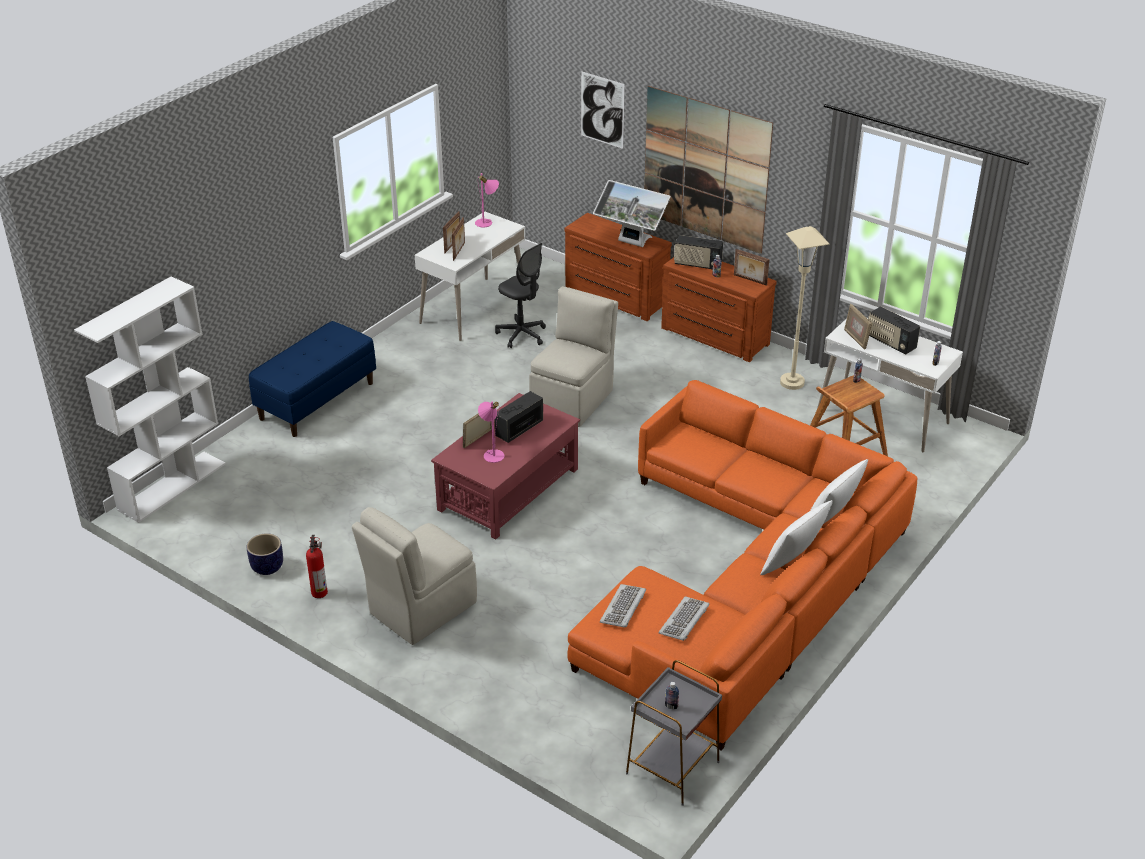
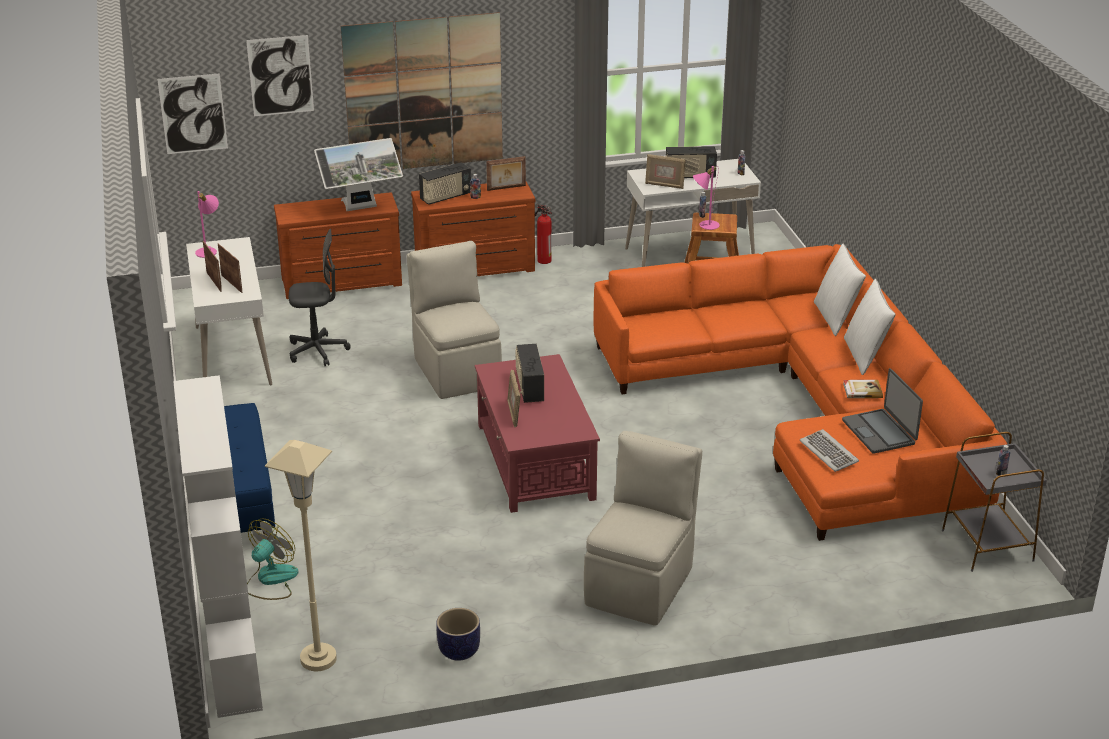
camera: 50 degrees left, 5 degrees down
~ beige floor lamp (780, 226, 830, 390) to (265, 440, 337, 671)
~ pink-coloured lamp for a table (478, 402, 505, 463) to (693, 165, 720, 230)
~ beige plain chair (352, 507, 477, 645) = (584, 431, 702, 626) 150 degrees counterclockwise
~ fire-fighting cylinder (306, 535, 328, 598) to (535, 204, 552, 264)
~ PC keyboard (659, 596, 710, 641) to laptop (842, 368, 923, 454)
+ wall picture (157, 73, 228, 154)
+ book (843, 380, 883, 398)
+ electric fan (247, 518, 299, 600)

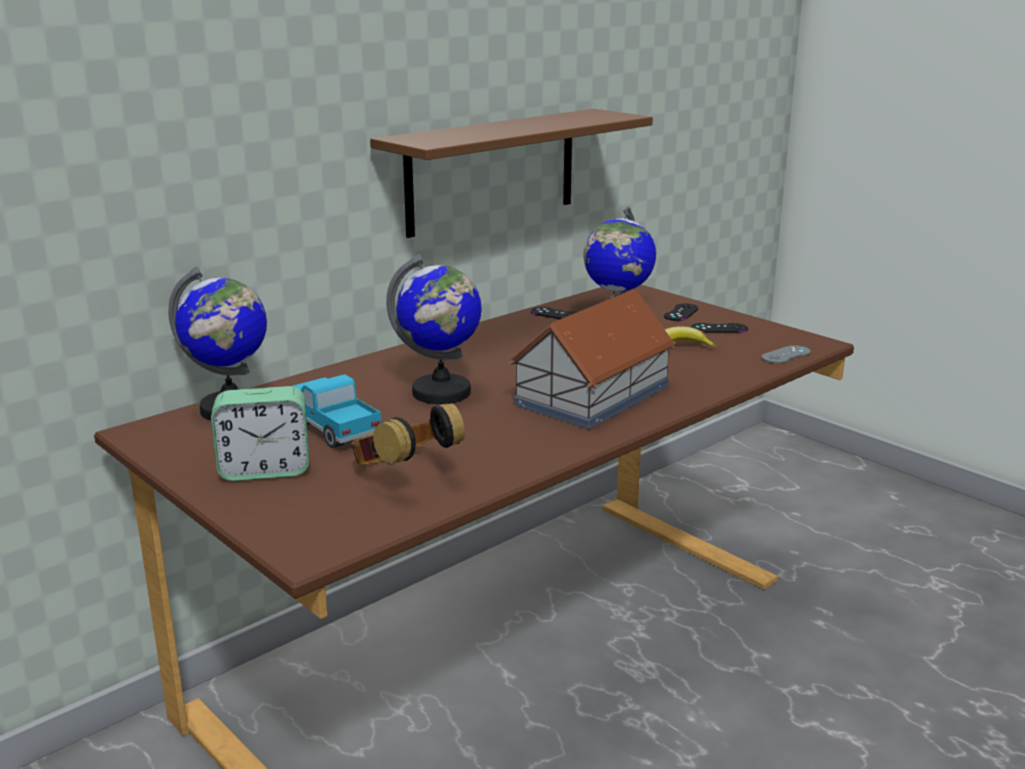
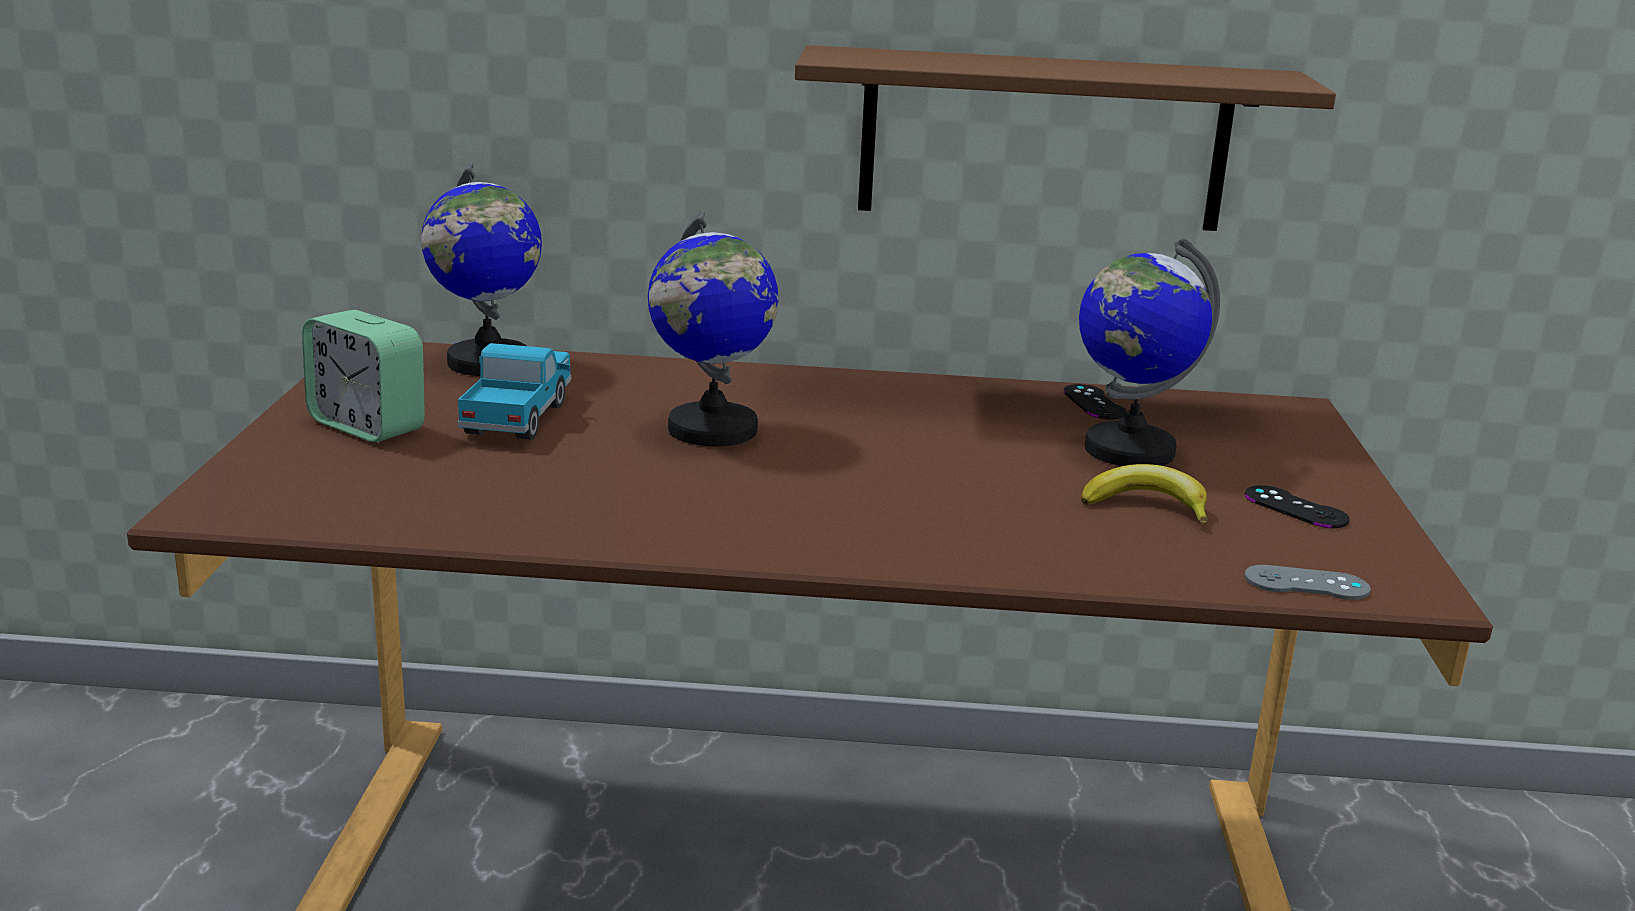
camera: 45 degrees right, 0 degrees up
- model house (509, 289, 676, 429)
- blackish gamepad (664, 303, 699, 321)
- headphones (352, 403, 465, 465)

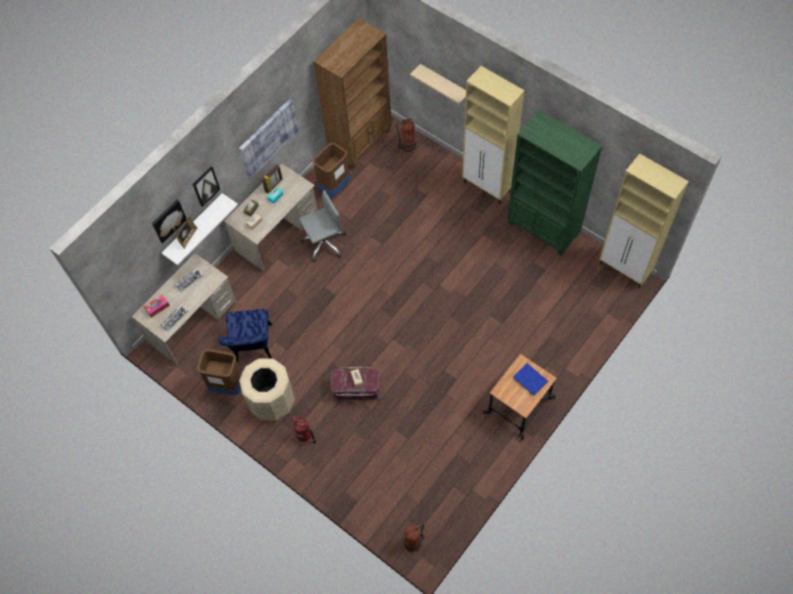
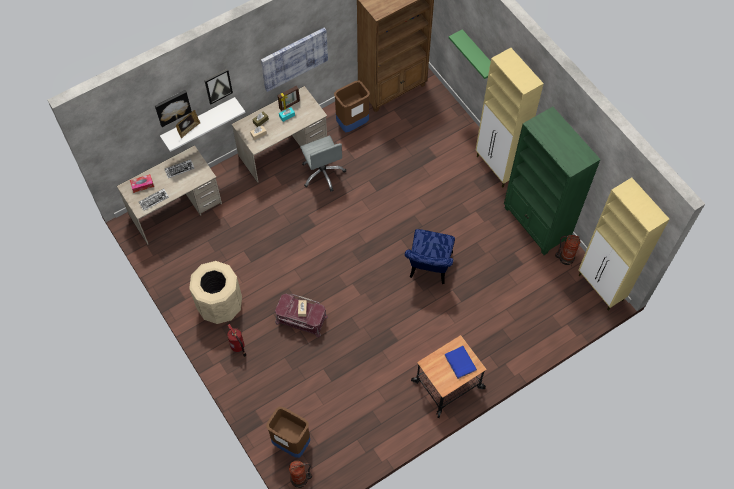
camera: 15 degrees right, 0 degrees up
~ beige shelf (410, 64, 466, 104) to green shelf (449, 29, 491, 79)
~ fire-fighting cylinder (396, 119, 416, 152) to (555, 235, 580, 266)
~ gray office chair (299, 190, 346, 262) = (300, 135, 346, 192) 75 degrees clockwise
~ blue-coloured plain chair (219, 309, 272, 362) to (405, 229, 455, 284)
~ brownish trash can (197, 349, 242, 395) to (266, 407, 310, 458)

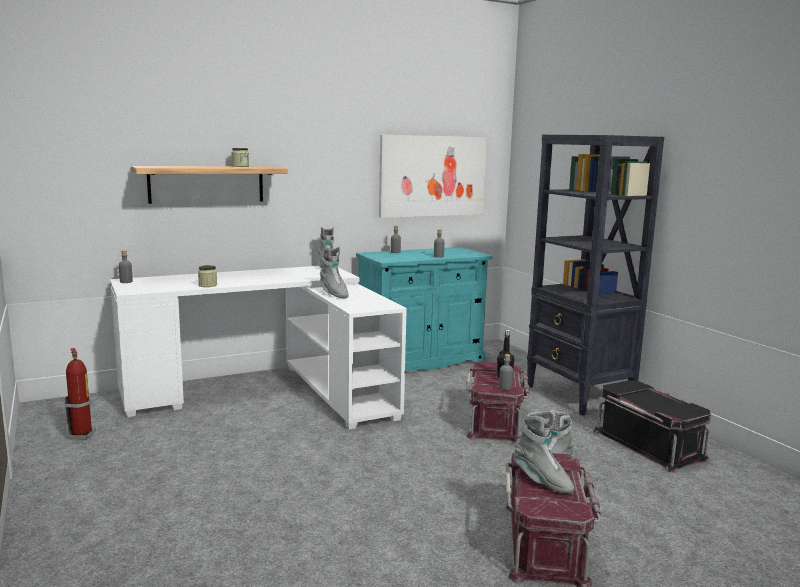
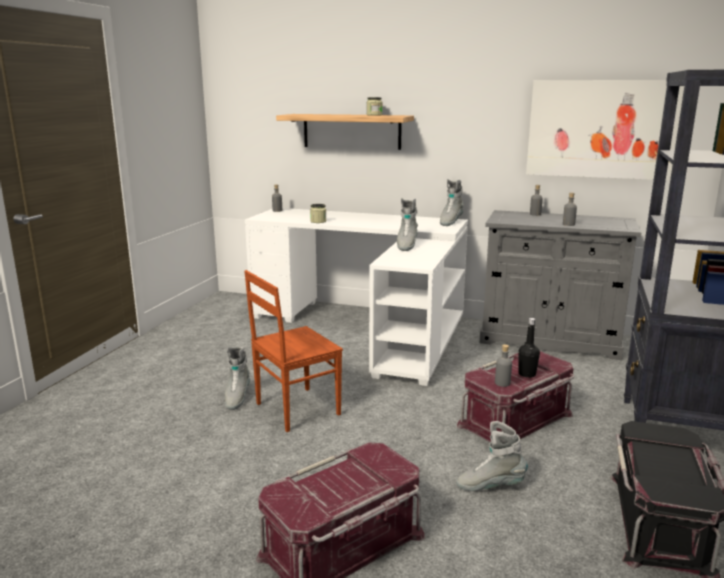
camera: 45 degrees right, 5 degrees up
~ blue-green cupboard (356, 247, 493, 371) to gray cupboard (480, 210, 641, 360)
- fire-fighting cylinder (64, 348, 96, 440)
~ gray boot (514, 411, 574, 493) to (225, 347, 250, 410)
+ brownish plain chair (244, 270, 343, 432)

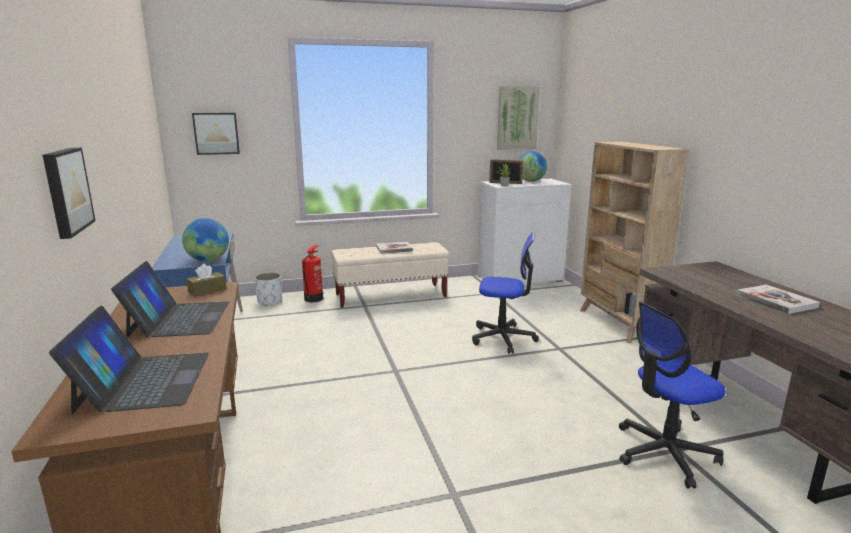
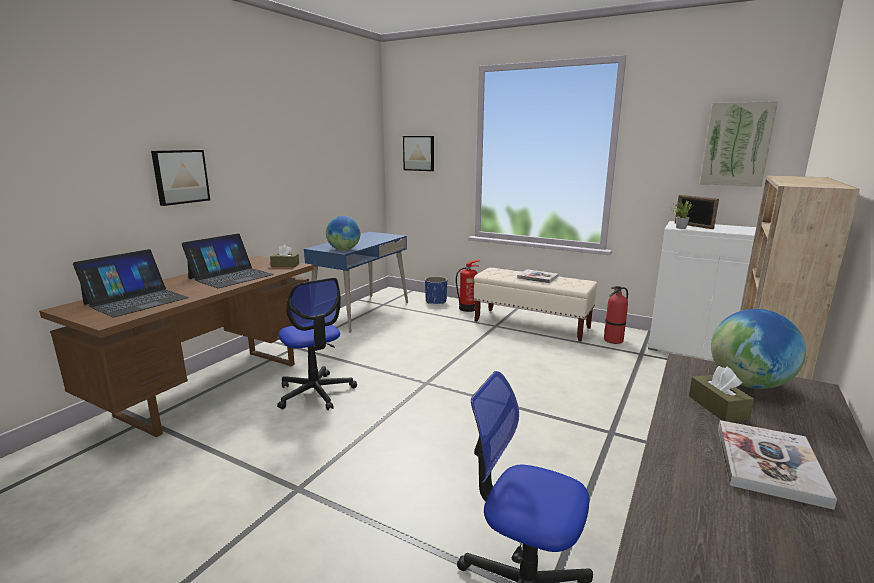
camera: 45 degrees right, 0 degrees up
~ desk globe (519, 151, 547, 182) to (711, 309, 806, 389)
~ office chair (472, 232, 539, 354) to (277, 278, 357, 410)
~ white-coloured flower pot (254, 272, 282, 306) to blue-coloured flower pot (425, 276, 447, 304)
+ fire-fighting cylinder (604, 286, 628, 344)
+ brownish tissue box (689, 366, 754, 422)

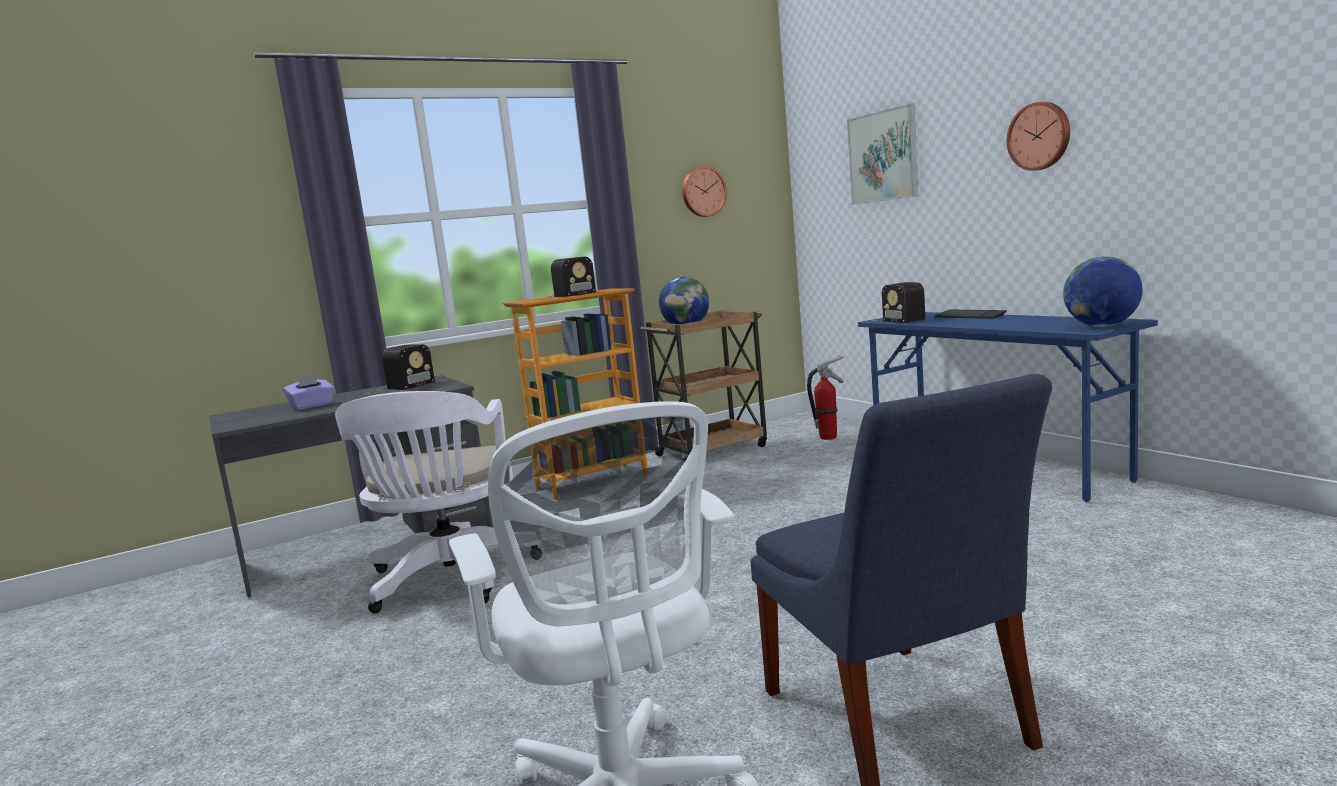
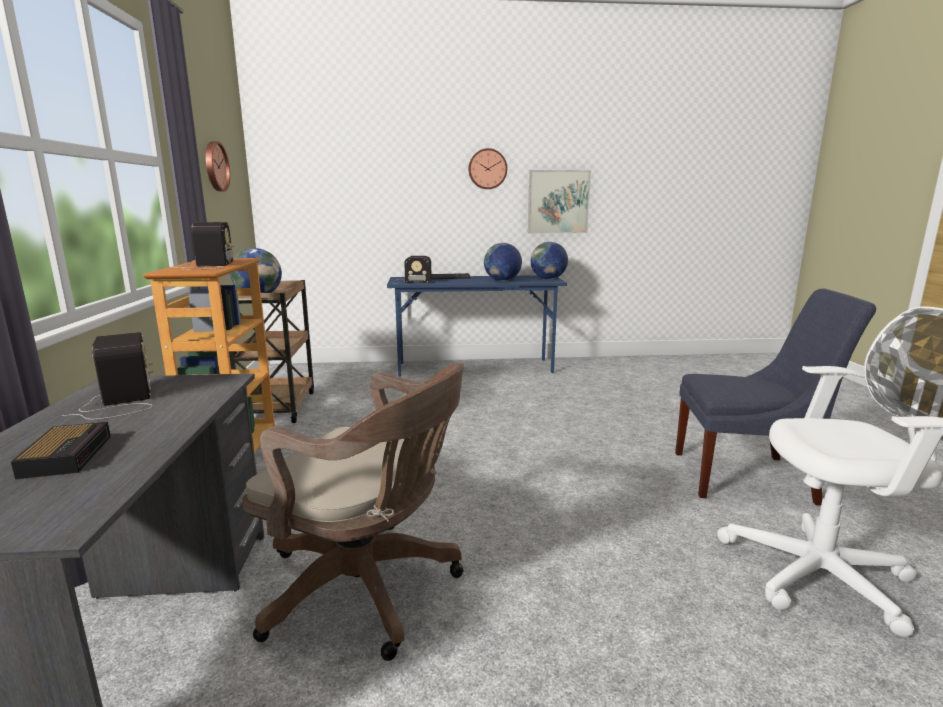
camera: 65 degrees left, 5 degrees up
~ wall picture (847, 103, 918, 205) to (528, 170, 591, 233)
- fire-fighting cylinder (807, 356, 844, 440)
~ purple-coloured tissue box (283, 373, 334, 410) to bedside clock (11, 422, 111, 479)
~ white-coloured office chair (335, 391, 513, 614) to brownish office chair (242, 363, 464, 661)
+ desk globe (484, 243, 522, 281)

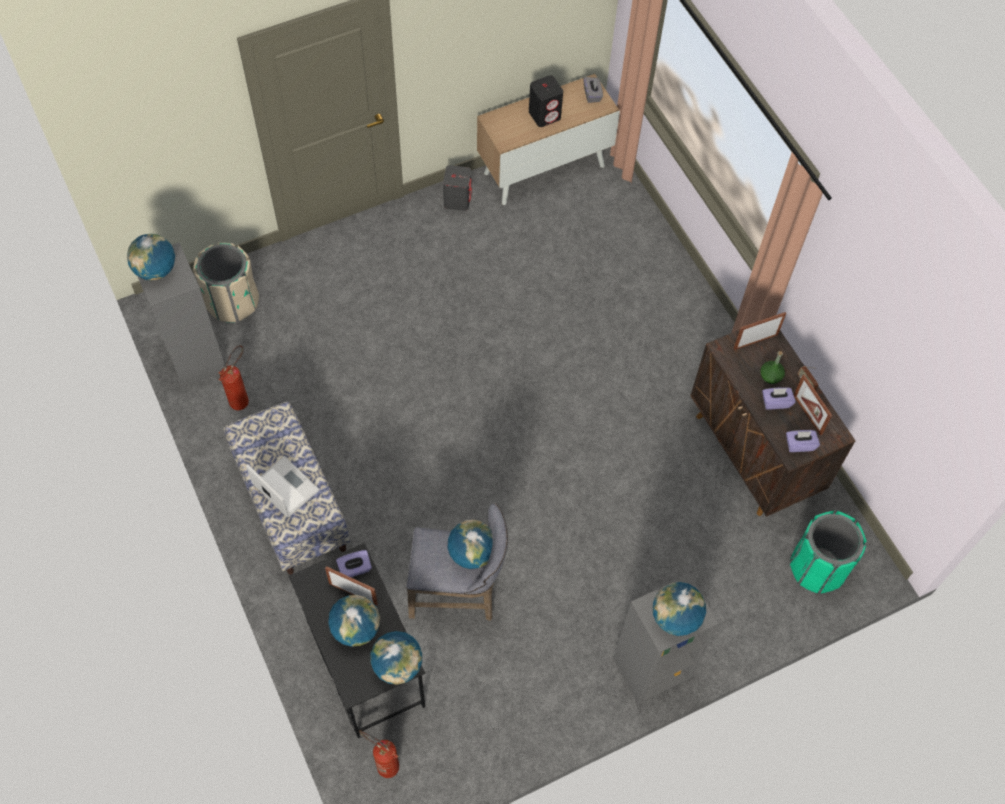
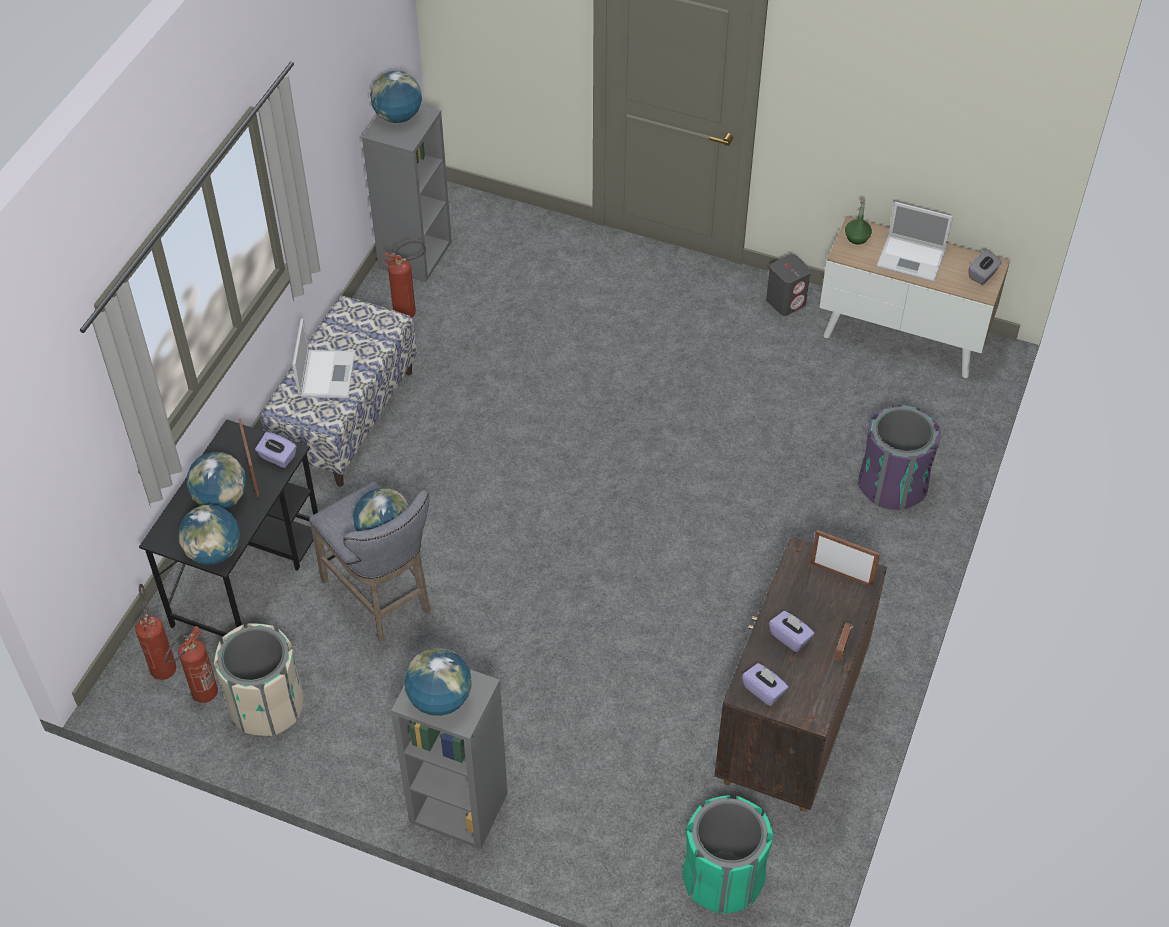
camera: 50 degrees right, 10 degrees down
~ blackish speaker (529, 75, 563, 127) to laptop (877, 202, 953, 282)
~ beige trash can (193, 243, 259, 323) to (214, 623, 304, 736)
~ green drink bottle (760, 351, 785, 384) to (845, 199, 872, 244)
- standing frame (794, 374, 832, 436)
+ purple-coloured trash can (858, 404, 941, 510)
+ fire-fighting cylinder (165, 626, 218, 703)

